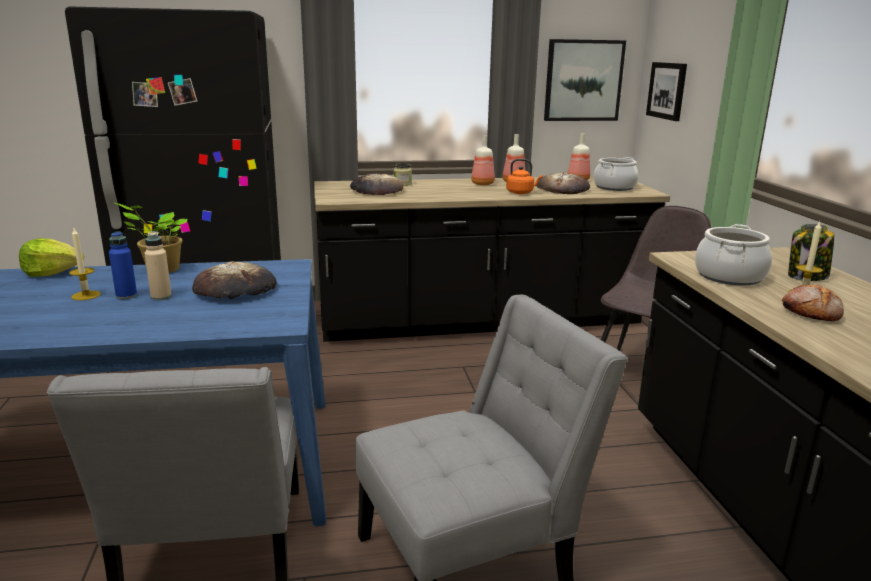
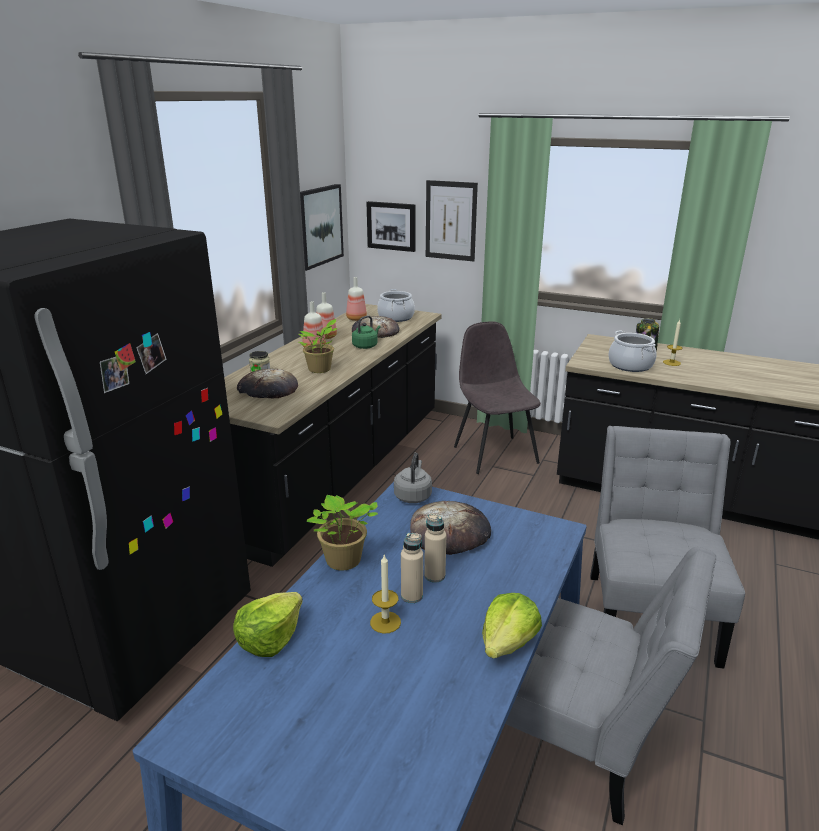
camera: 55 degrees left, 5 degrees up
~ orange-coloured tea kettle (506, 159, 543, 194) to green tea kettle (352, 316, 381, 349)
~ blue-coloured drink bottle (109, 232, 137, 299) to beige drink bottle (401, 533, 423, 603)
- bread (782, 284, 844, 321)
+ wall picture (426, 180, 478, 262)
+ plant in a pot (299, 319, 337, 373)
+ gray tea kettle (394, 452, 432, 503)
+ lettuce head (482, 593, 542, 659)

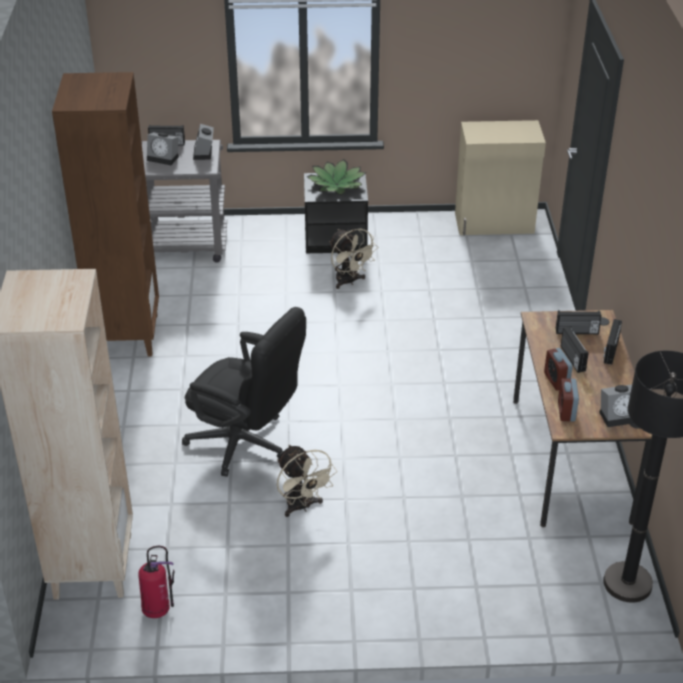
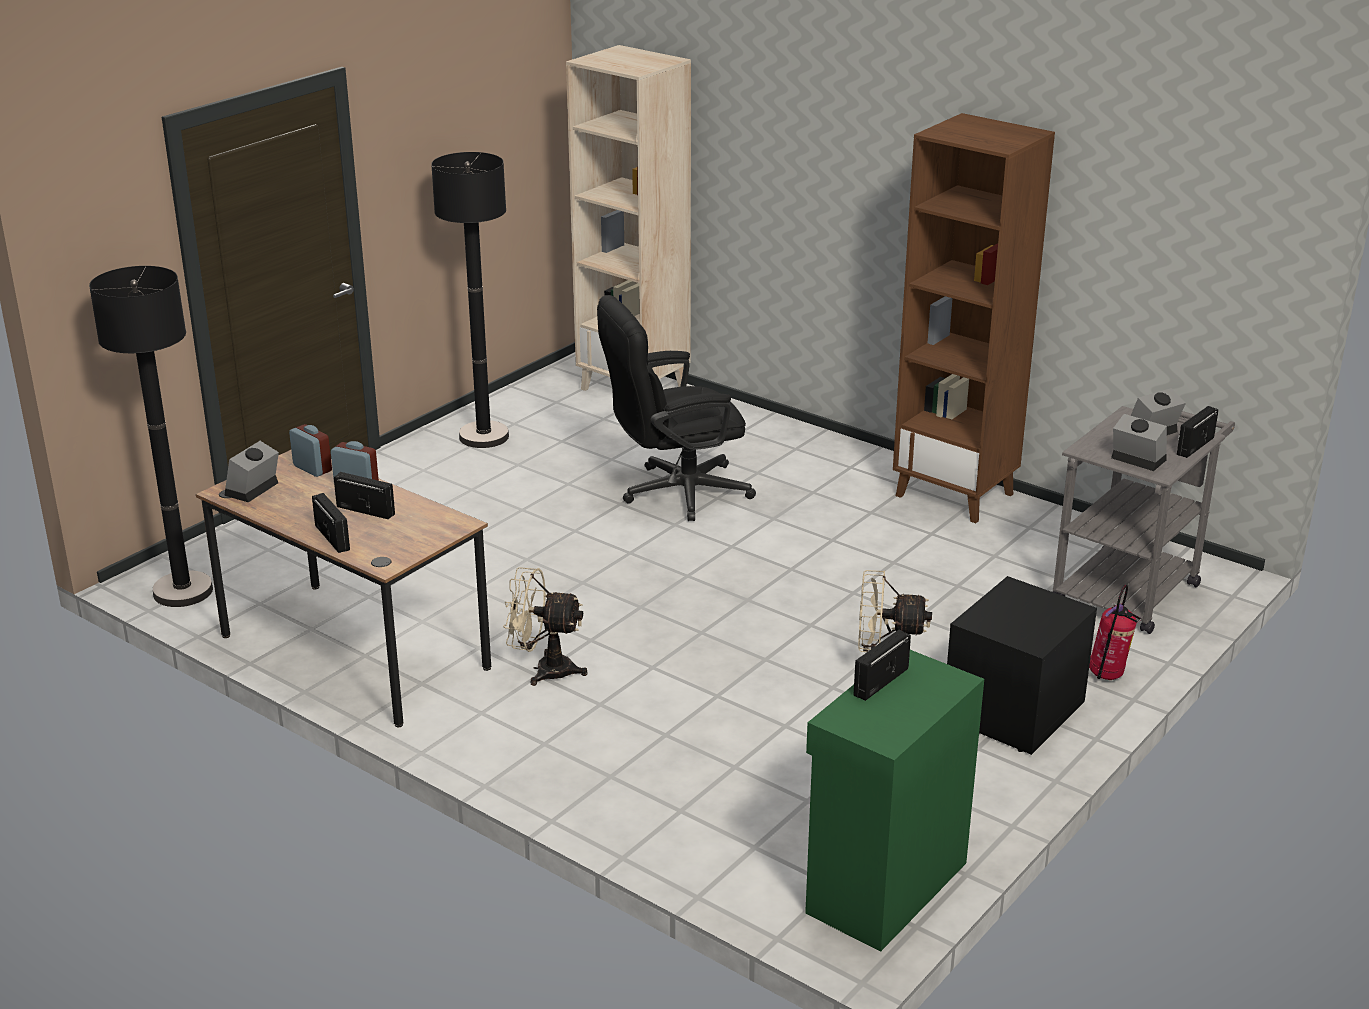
camera: 130 degrees right, 10 degrees down
~ beige cupboard (455, 120, 546, 235) to green cupboard (805, 650, 984, 952)
- plant in a pot (307, 159, 366, 195)
~ radio set (556, 310, 602, 334) to (854, 630, 911, 701)
~ beige electric fan (277, 445, 337, 517) to (503, 567, 587, 686)
~ fire-fighting cylinder (138, 546, 174, 618) to (1089, 585, 1141, 680)
+ blackish floor lamp (431, 152, 509, 448)

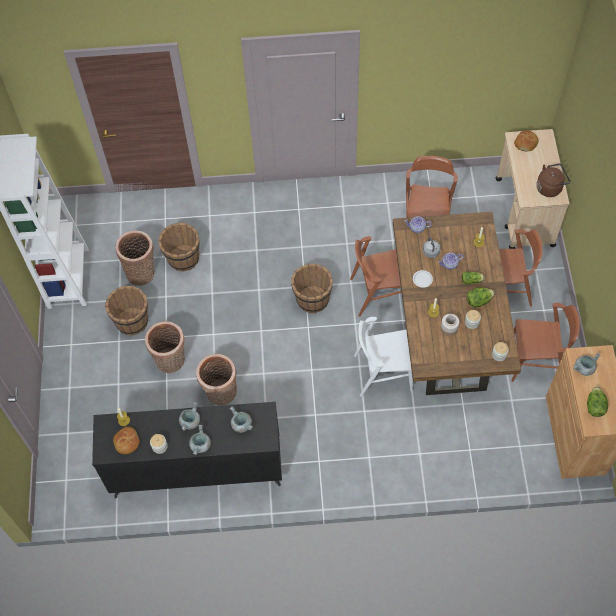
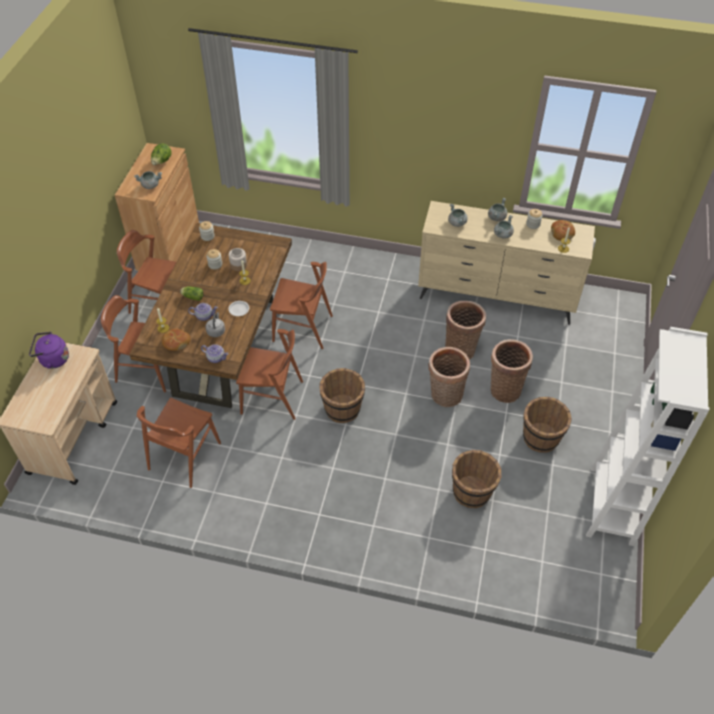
camera: 165 degrees left, 10 degrees down
~ bread (514, 130, 539, 152) to (162, 328, 190, 351)
~ brownish tea kettle (537, 163, 570, 197) to purple-coloured tea kettle (29, 332, 69, 369)
~ basket (116, 231, 155, 286) to (428, 347, 470, 407)
- lettuce head (467, 288, 495, 308)
~ white-coloured plain chair (354, 317, 413, 397) to brownish plain chair (270, 262, 333, 349)
~ blackish chest of drawers (92, 402, 282, 499) to beige chest of drawers (418, 201, 595, 325)

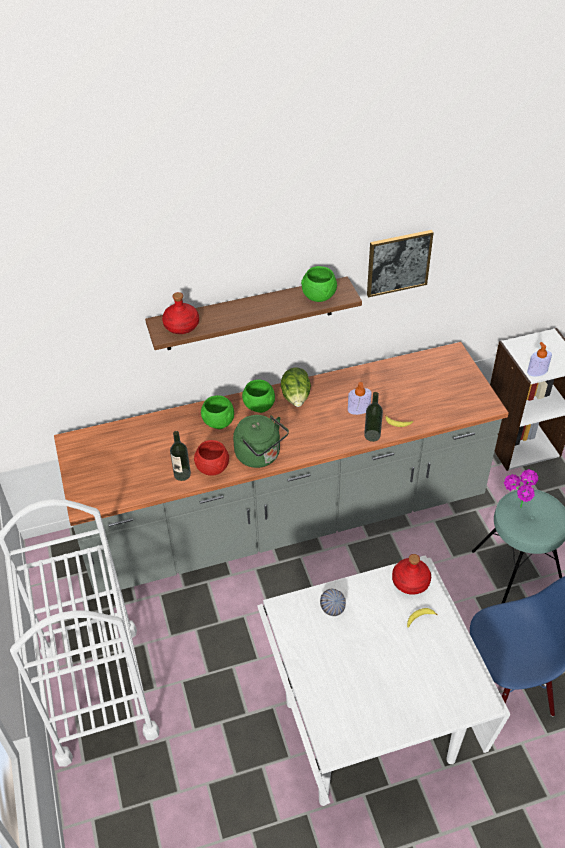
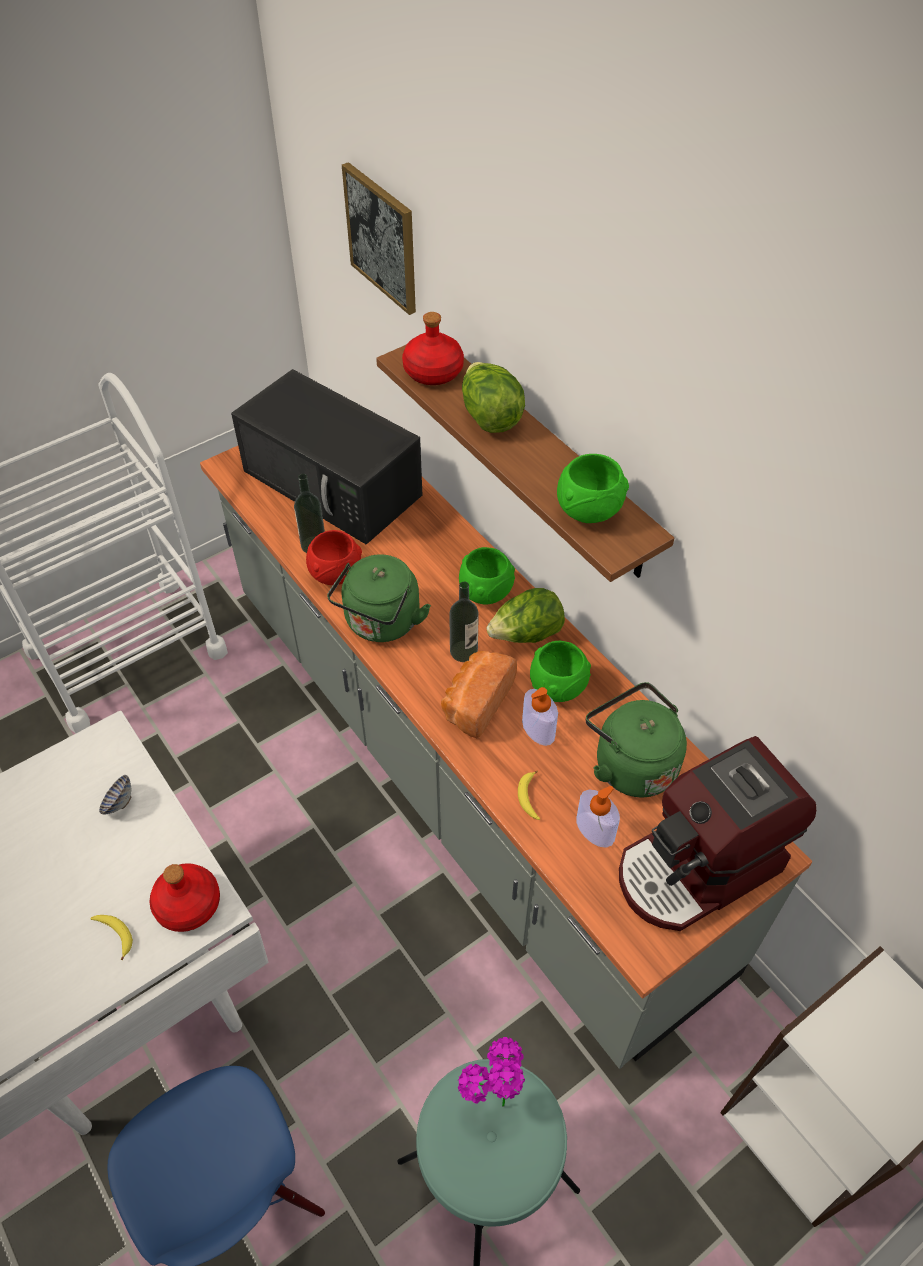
camera: 70 degrees right, 5 degrees up
~ wall picture (367, 230, 434, 297) to (342, 162, 416, 315)
~ soap bottle (527, 342, 552, 376) to (577, 786, 620, 848)
~ drink bottle (364, 392, 383, 442) to (449, 582, 479, 662)
~ green deep dish (201, 395, 234, 429) to (530, 641, 591, 702)
+ lettuce head (462, 362, 525, 433)
+ blackish microwave (231, 369, 422, 544)
+ bread (441, 651, 517, 738)
+ green tea kettle (586, 682, 687, 798)
+ coffee machine (619, 736, 816, 931)

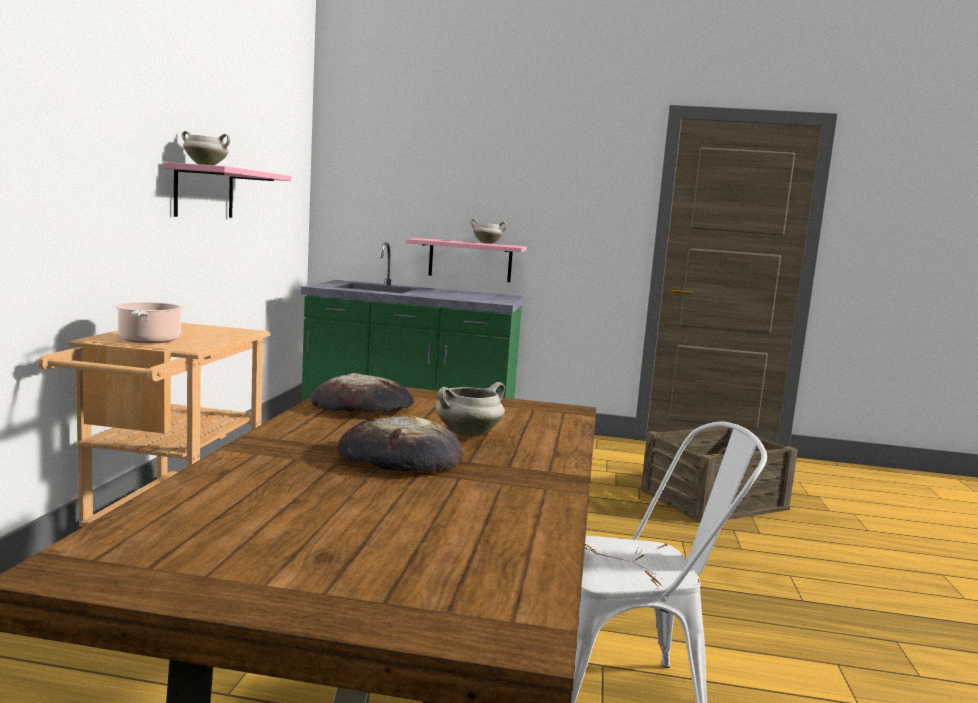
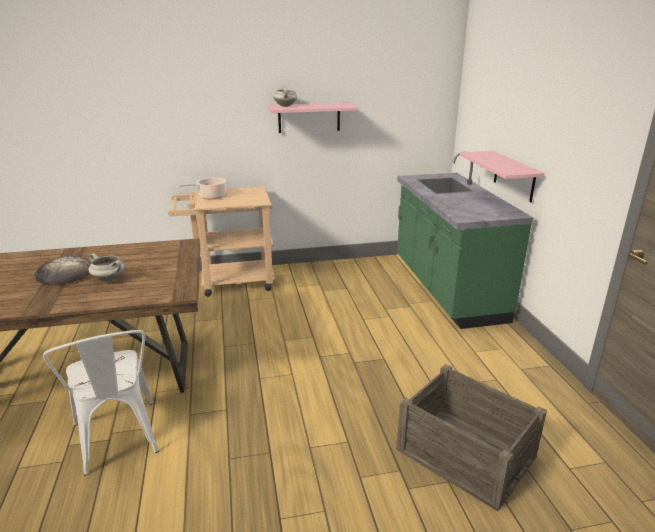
camera: 70 degrees right, 15 degrees up
- white-coloured stockpot (471, 219, 507, 244)
- bread (311, 373, 414, 413)

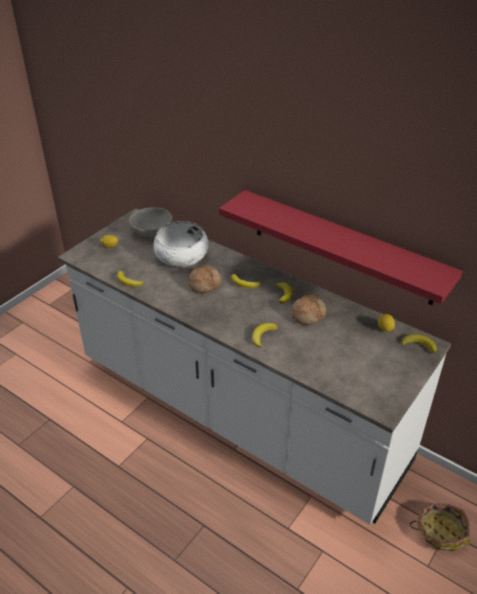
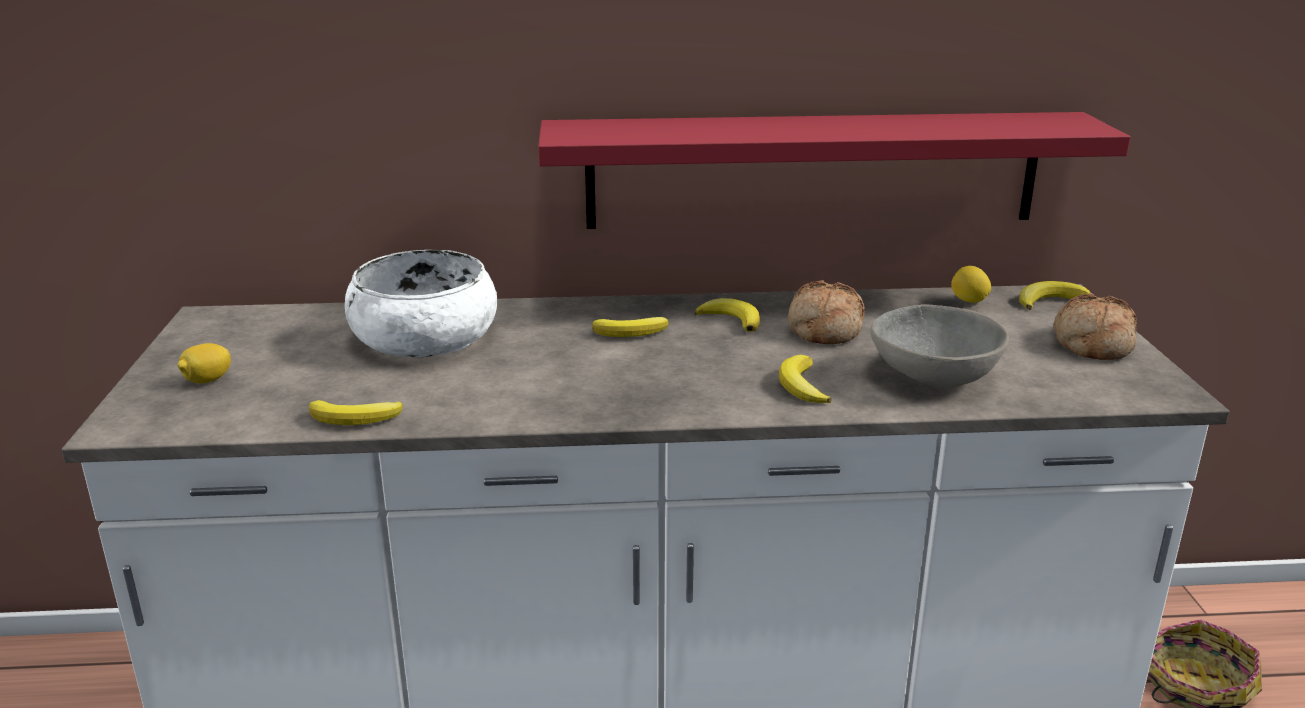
camera: 40 degrees left, 15 degrees down
~ gray deep dish (129, 207, 173, 237) to (871, 305, 1009, 387)
~ bread (188, 265, 222, 293) to (1054, 293, 1137, 360)

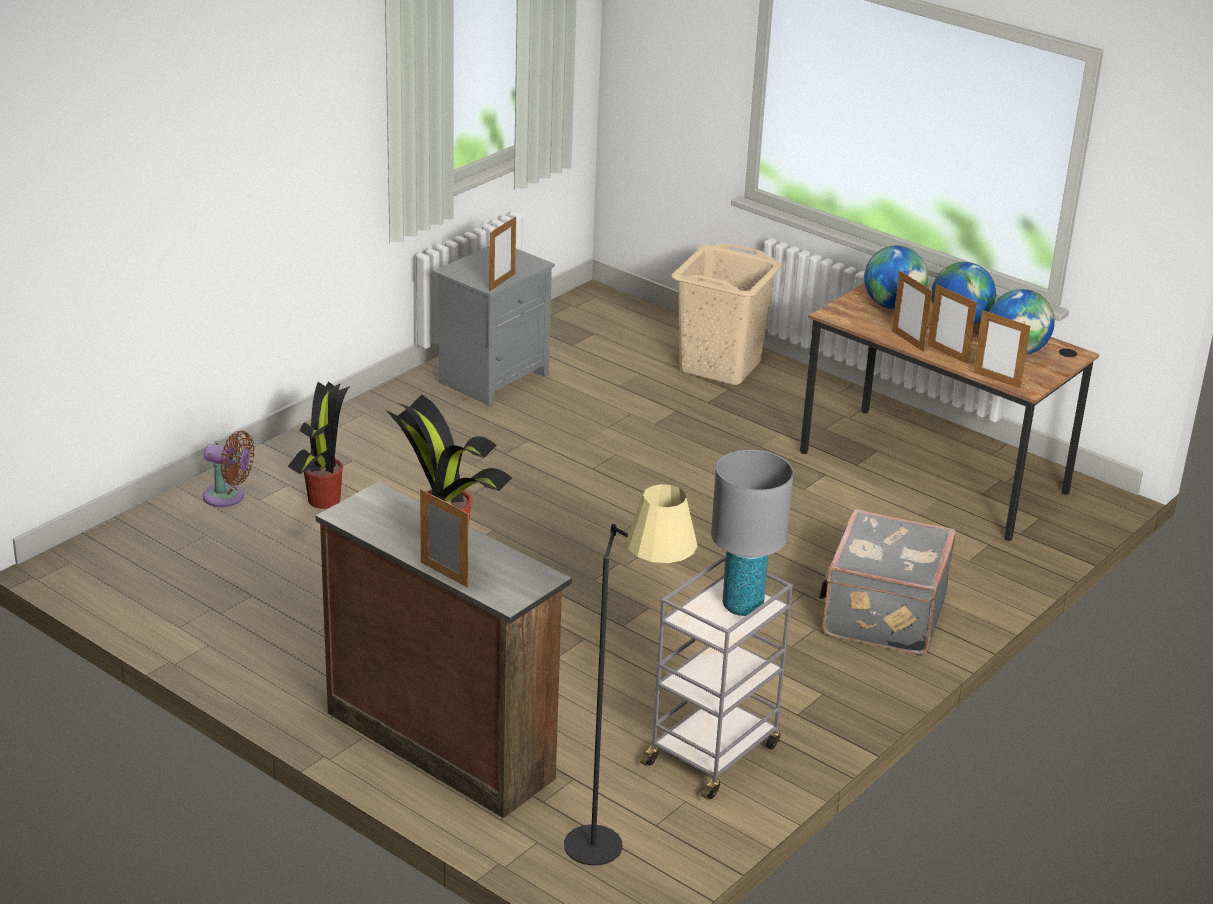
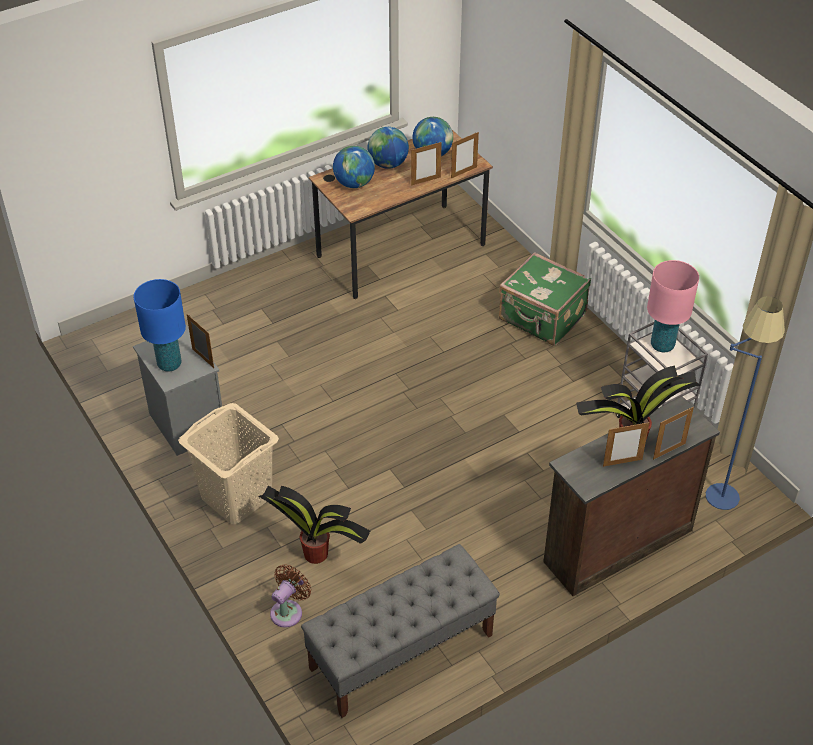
camera: 70 degrees left, 15 degrees up
~ beige washing basket (672, 243, 783, 385) to (178, 403, 279, 524)
~ standing frame (892, 271, 932, 352) to (603, 422, 649, 467)
~ gray lamp for a table (711, 450, 794, 616) to pink-coloured lamp for a table (647, 260, 699, 353)
~ blackish floor lamp (564, 484, 697, 866) to blue-coloured floor lamp (706, 296, 785, 510)
~ gray piece of luggage (819, 509, 956, 655) to green piece of luggage (499, 252, 591, 346)
+ blue-coloured lamp for a table (134, 279, 186, 372)
+ gray bench (301, 544, 500, 718)

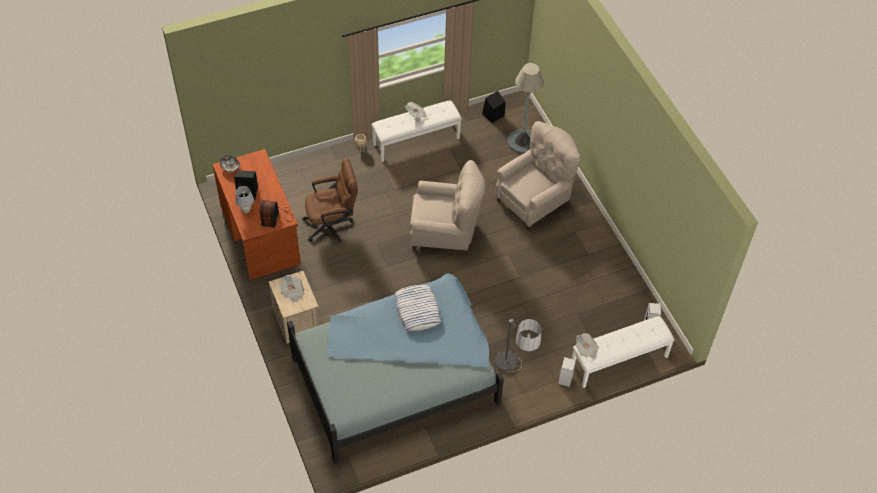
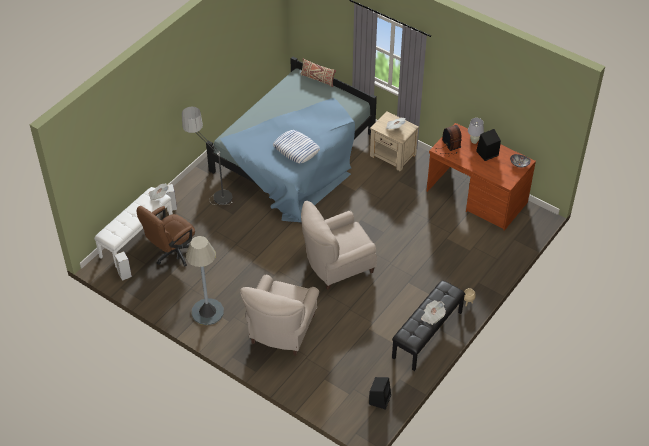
camera: 150 degrees right, 5 degrees down
~ gray floor lamp (508, 63, 544, 154) to (186, 236, 224, 325)
~ white-coloured bench (372, 101, 462, 162) to blackish bench (392, 280, 466, 371)
~ brownish office chair (303, 158, 357, 243) to (136, 206, 195, 267)
+ beige cushion (300, 59, 336, 87)

